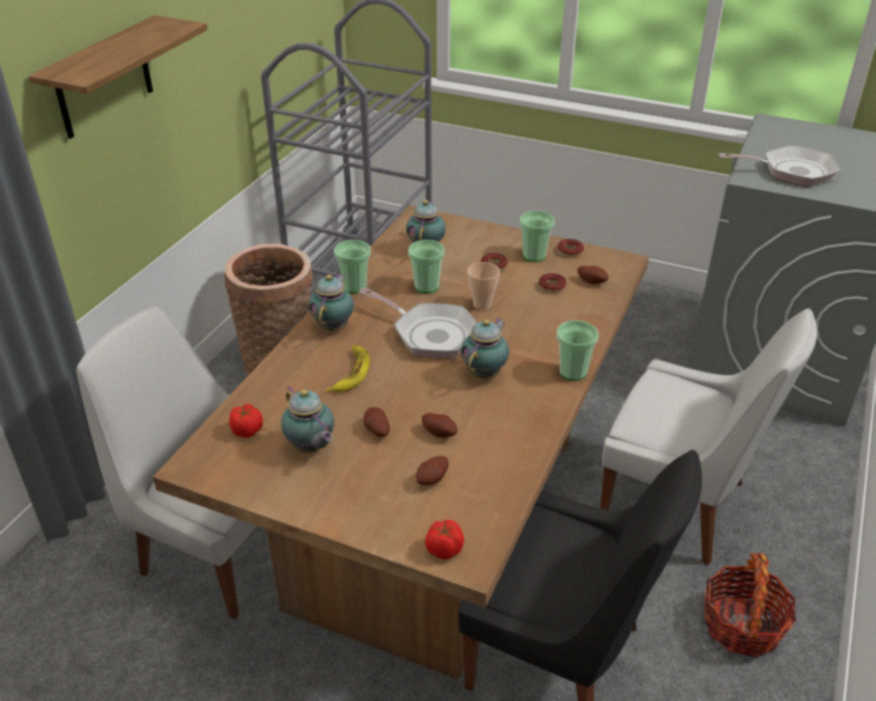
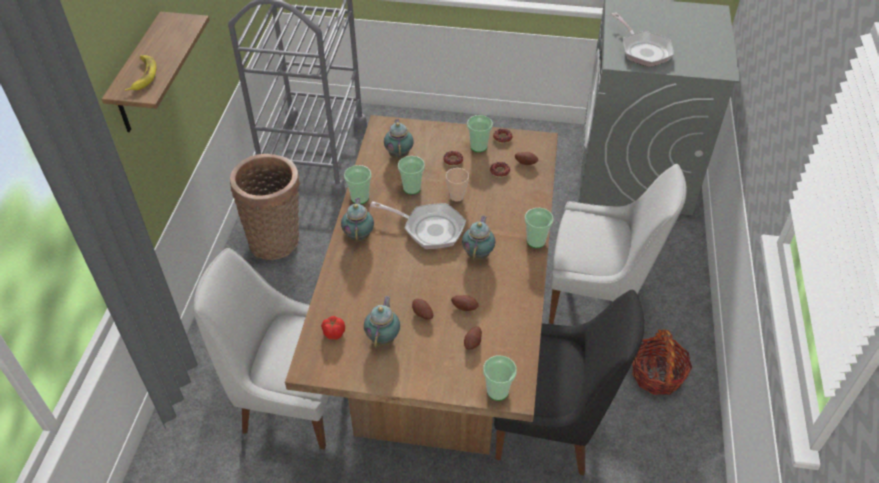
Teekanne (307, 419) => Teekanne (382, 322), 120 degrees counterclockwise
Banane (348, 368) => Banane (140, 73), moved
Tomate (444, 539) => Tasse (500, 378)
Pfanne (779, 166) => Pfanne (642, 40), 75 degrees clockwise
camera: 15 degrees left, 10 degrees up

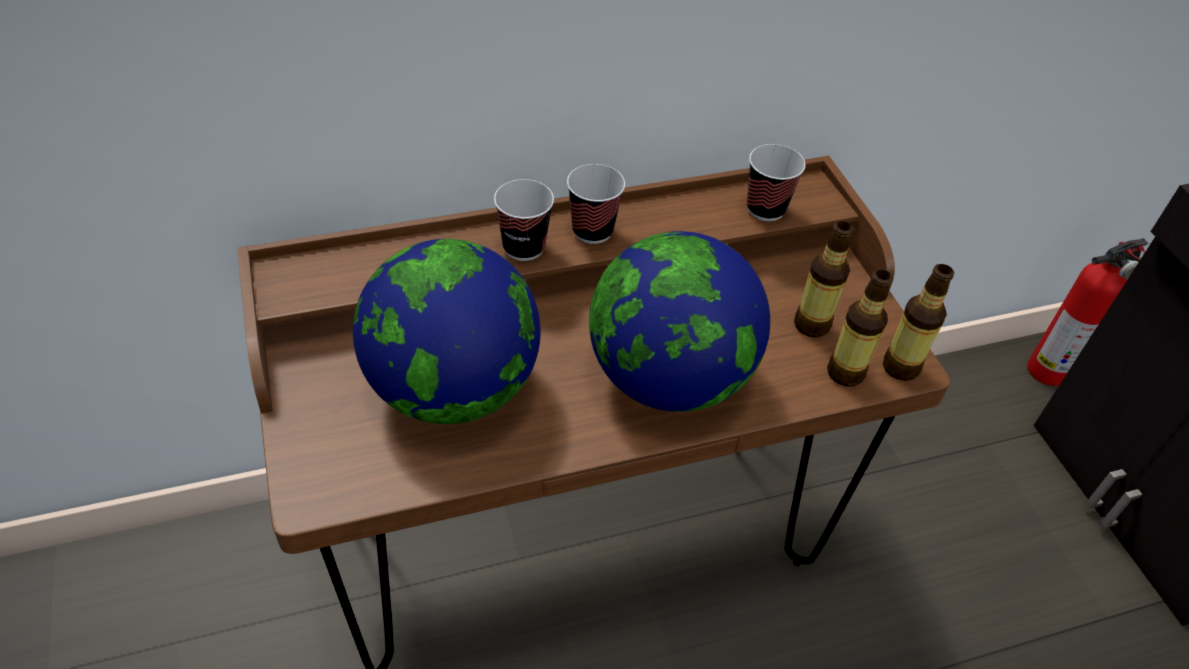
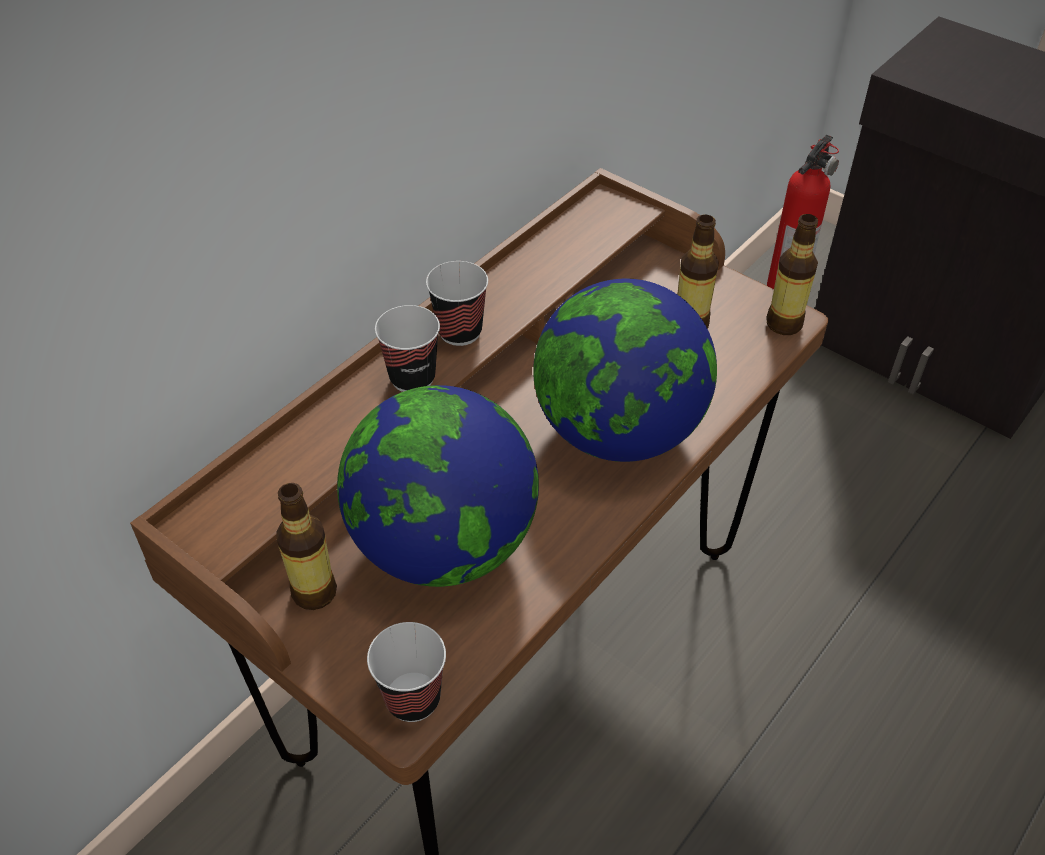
Tasse (776, 182) => Tasse (406, 672), moved
Flasche (860, 328) => Flasche (306, 546), moved
camera: 30 degrees left, 0 degrees up

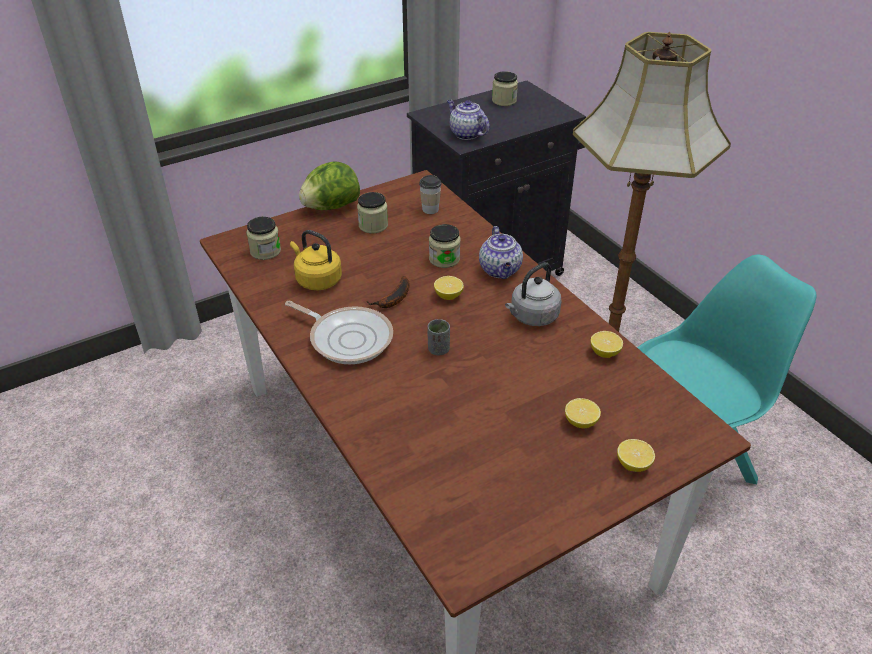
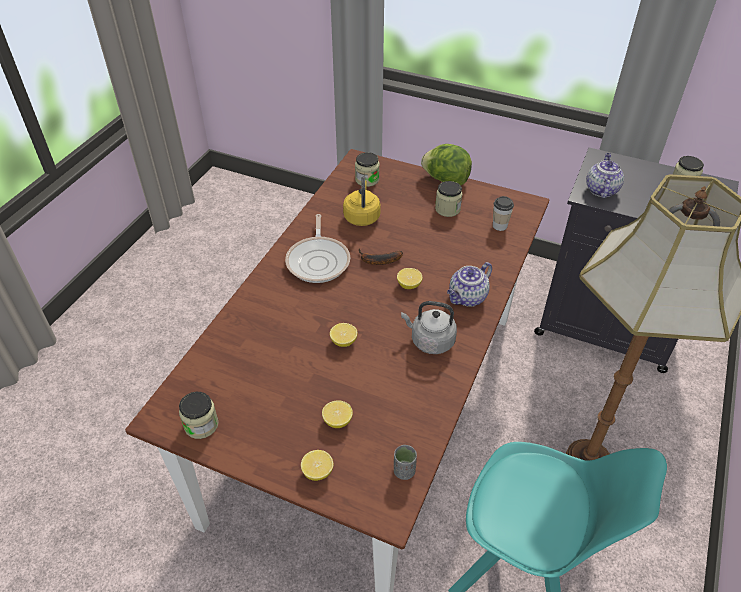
Tasse/grau (438, 337) => Tasse/grau (405, 462), moved
Vorratsglas (444, 246) => Vorratsglas (199, 415), moved
Zitrone (607, 344) => Zitrone (343, 335), moved
camera: 55 degrees right, 5 degrees up

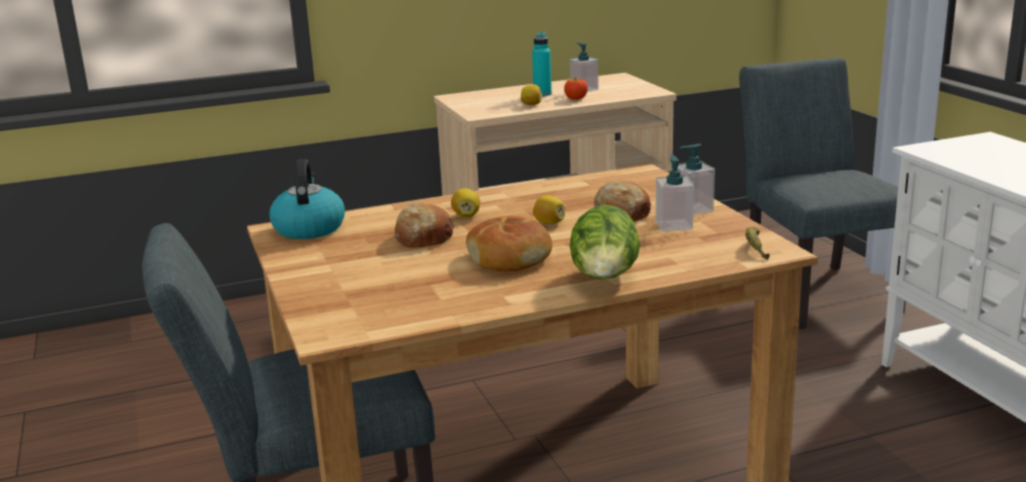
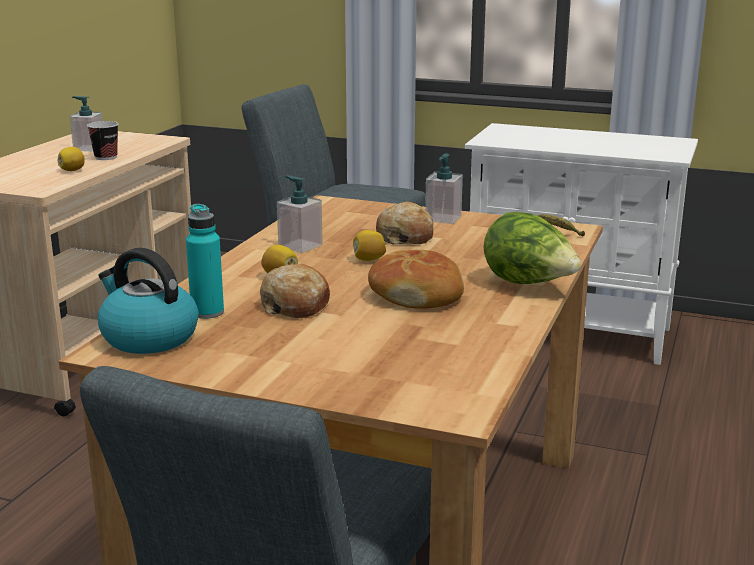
Flasche/türkis (542, 64) => Flasche/türkis (205, 261), moved
Tomate (576, 88) => Tasse (102, 140)
Seifenspender (675, 193) => Seifenspender (300, 214), moved
camera: 50 degrees left, 0 degrees up

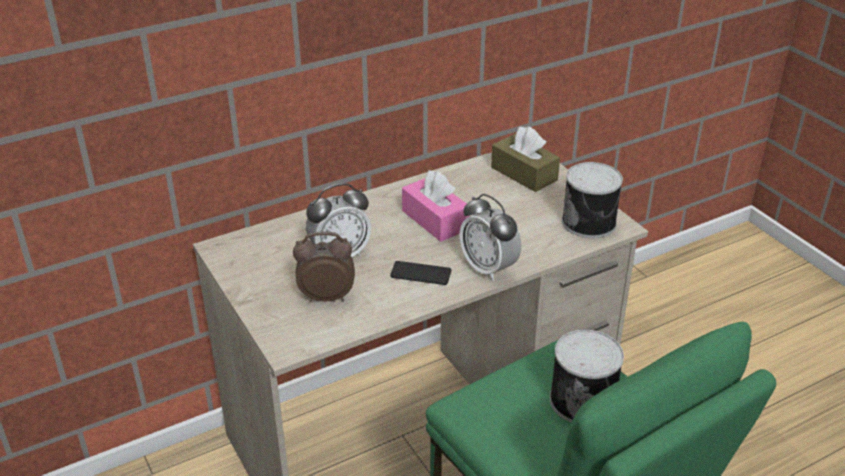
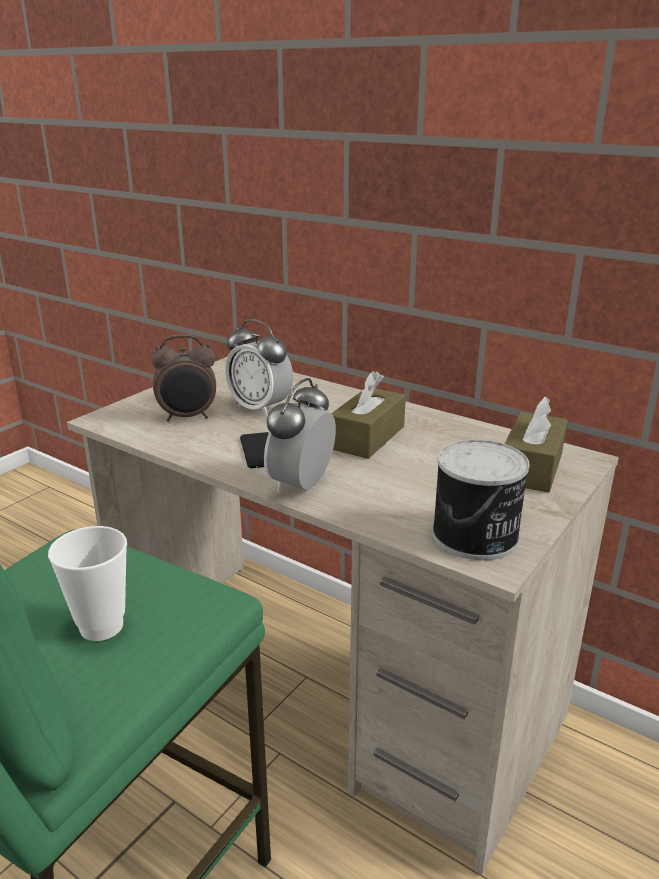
Wecker (324, 266) => Wecker (184, 378), 105 degrees clockwise
Taschentuchbox/rosa (435, 206) => Taschentuchbox/braun (368, 415)
Dose (587, 376) => Tasse (87, 583)
camera: 65 degrees right, 10 degrees down

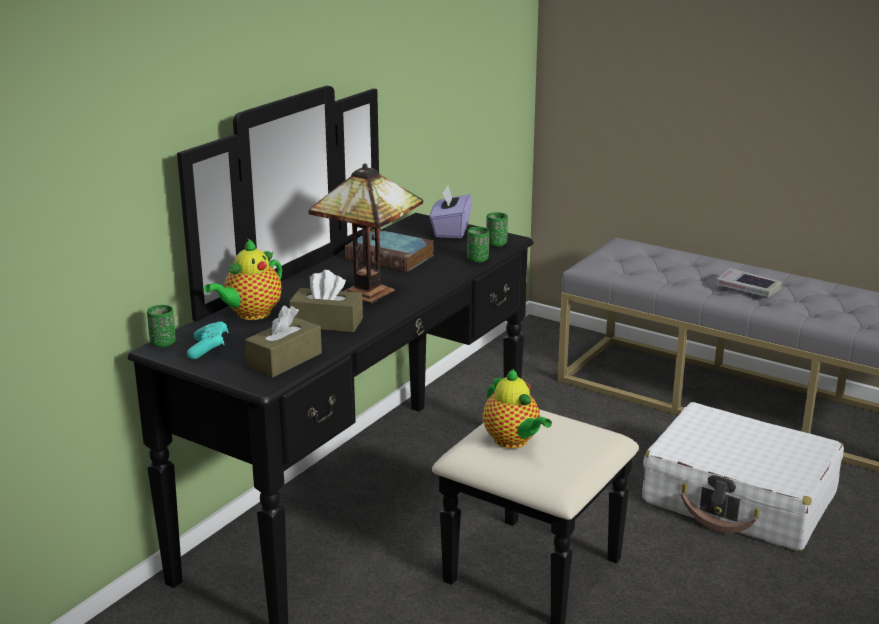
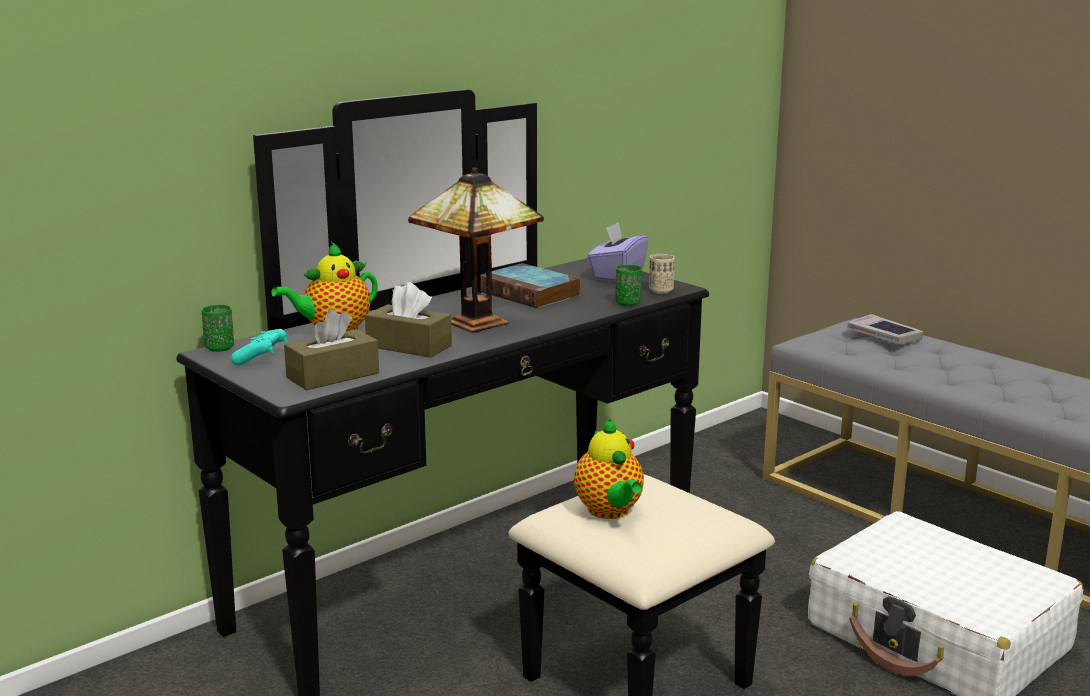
Tasse/grün (497, 229) => Tasse/beige (662, 274)
Buch (749, 282) => Buch (885, 329), moved
camera: 15 degrees right, 5 degrees down

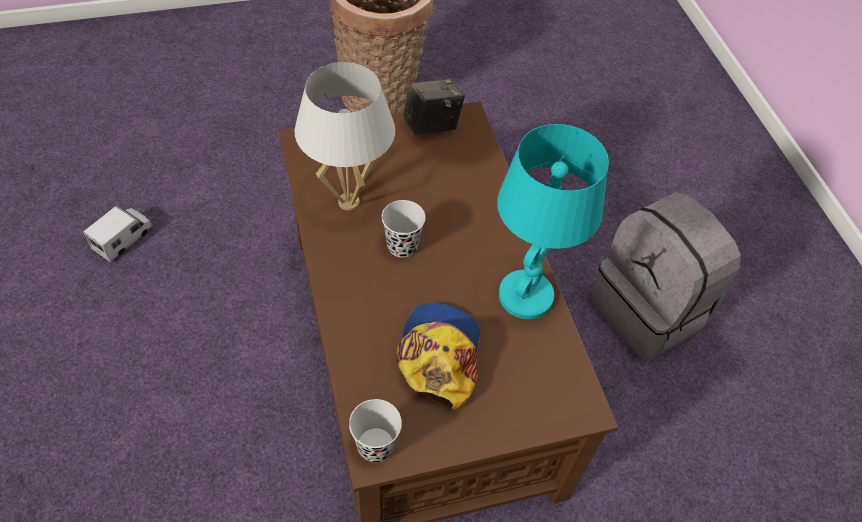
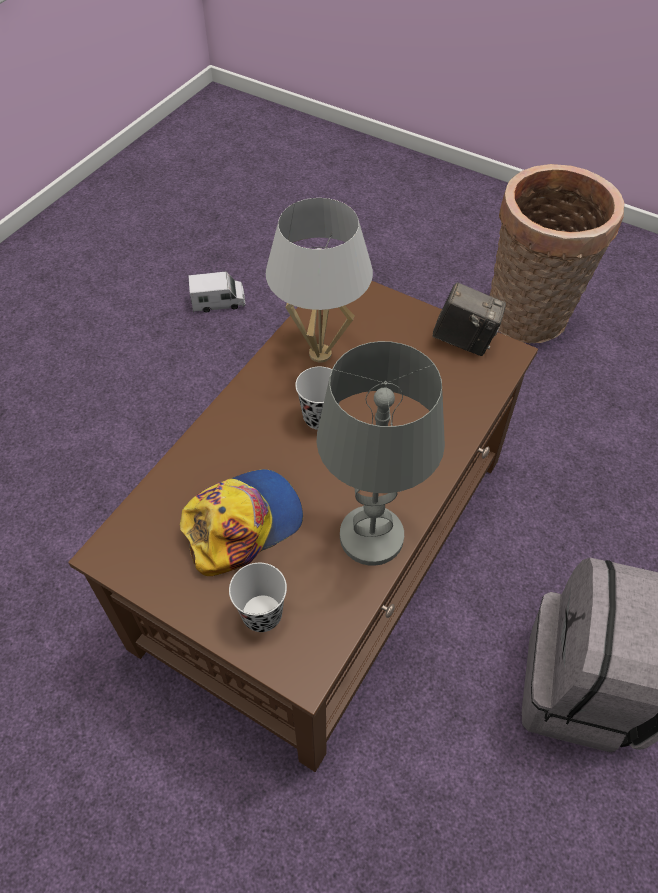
Tasse/schwarz (375, 430) => Tasse/schwarz (258, 597), moved
Tischlampe/türkis (553, 221) => Tischlampe/grau (380, 453)
camera: 50 degrees right, 0 degrees up

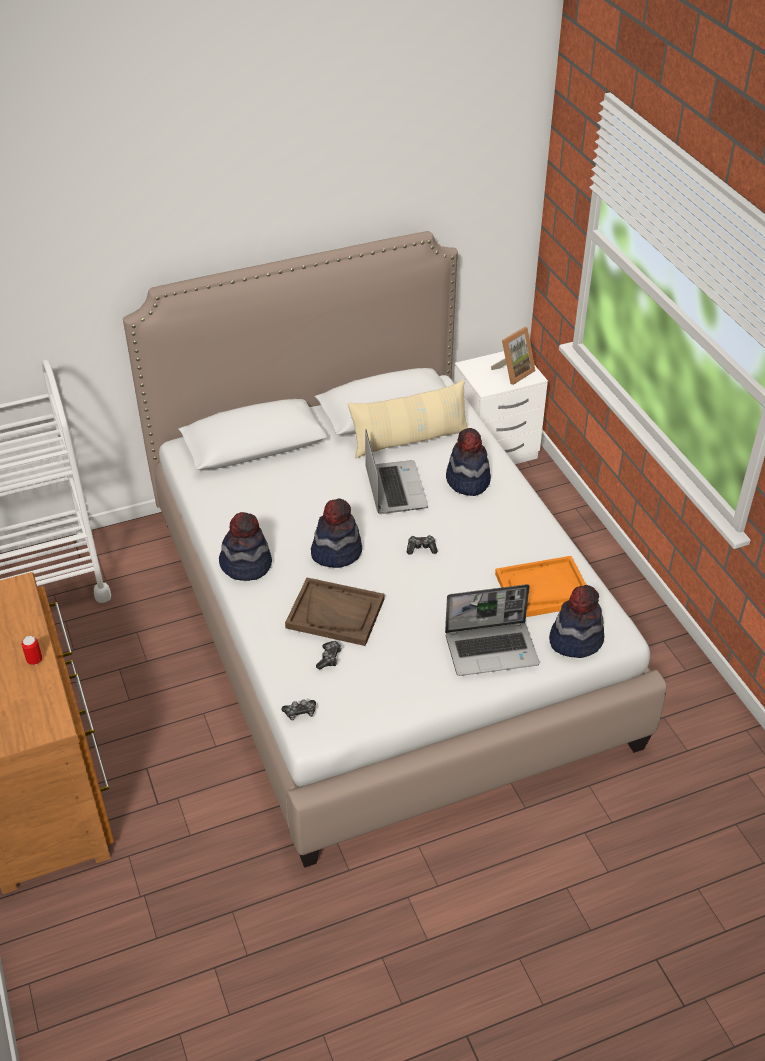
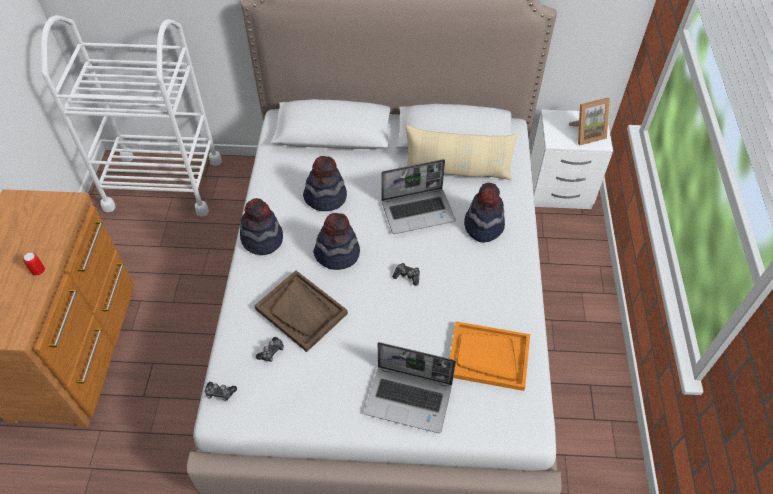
Laptop (396, 472) => Laptop (418, 196), 60 degrees clockwise
Hut (576, 621) => Hut (325, 183), moved
camera: 25 degrees right, 10 degrees up

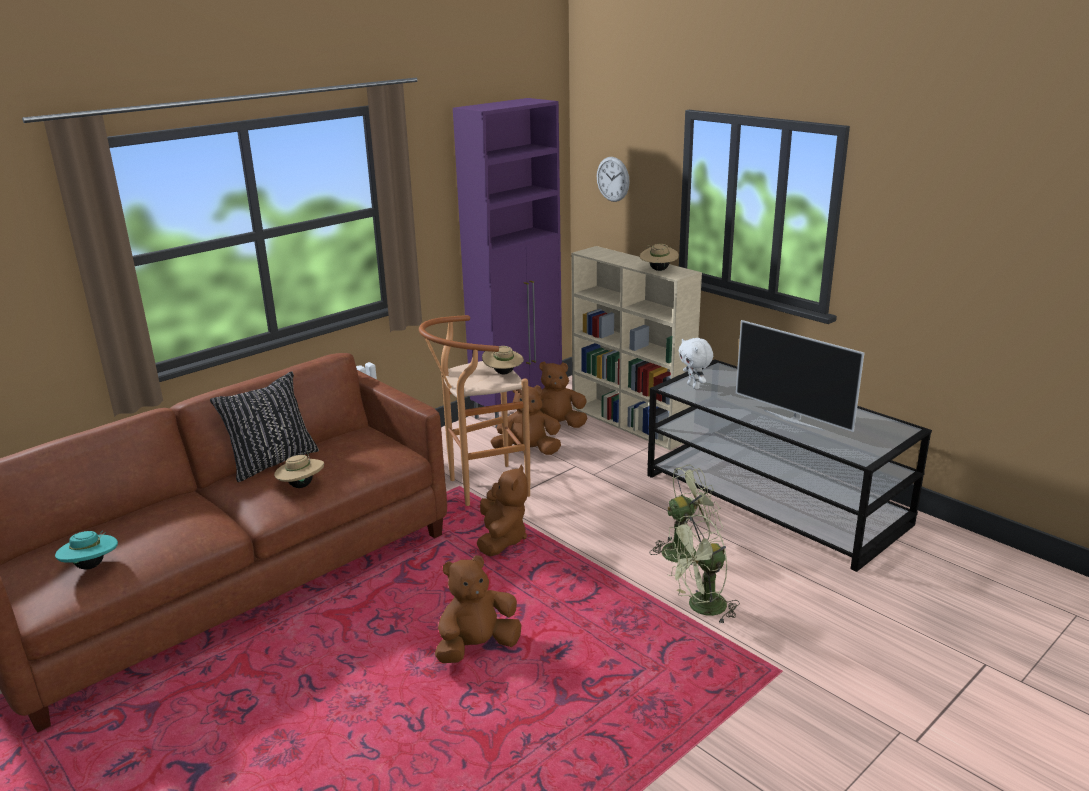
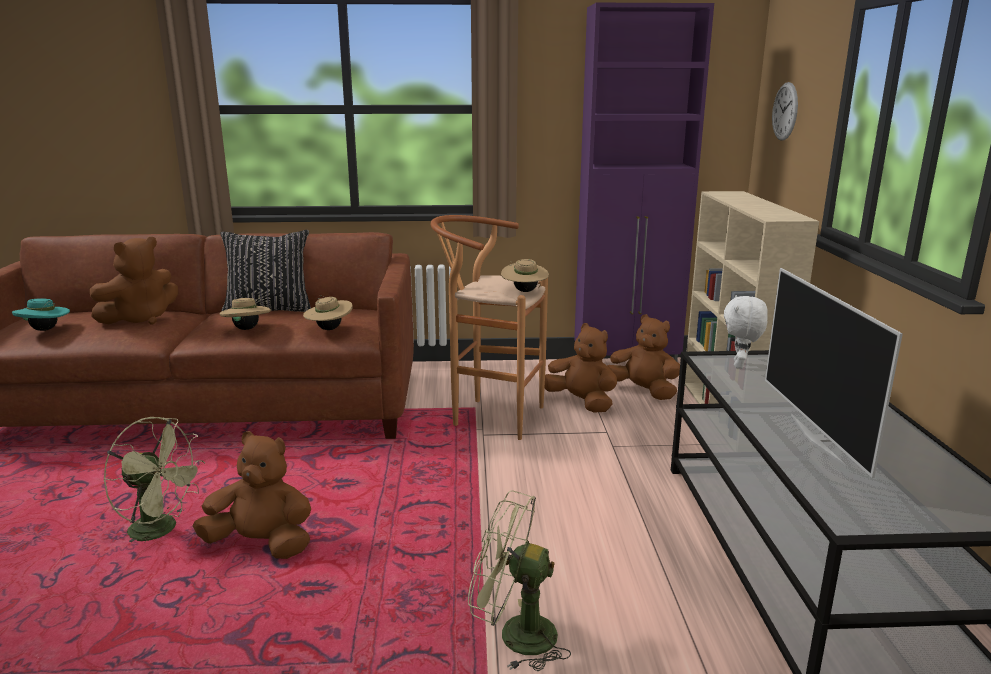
Plüschtier/braun (502, 511) => Plüschtier/braun (134, 280), moved
Hut/beige (659, 257) => Hut/beige (328, 312), moved
Ventilator/grün (687, 514) => Ventilator/grün (154, 479), moved
camera: 40 degrees right, 5 degrees down

